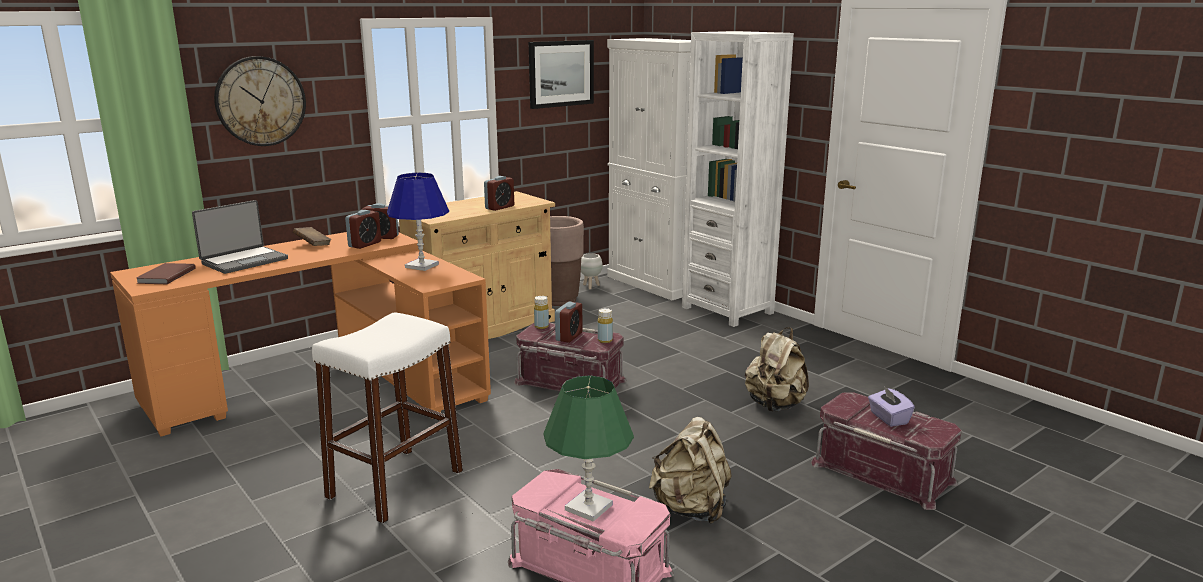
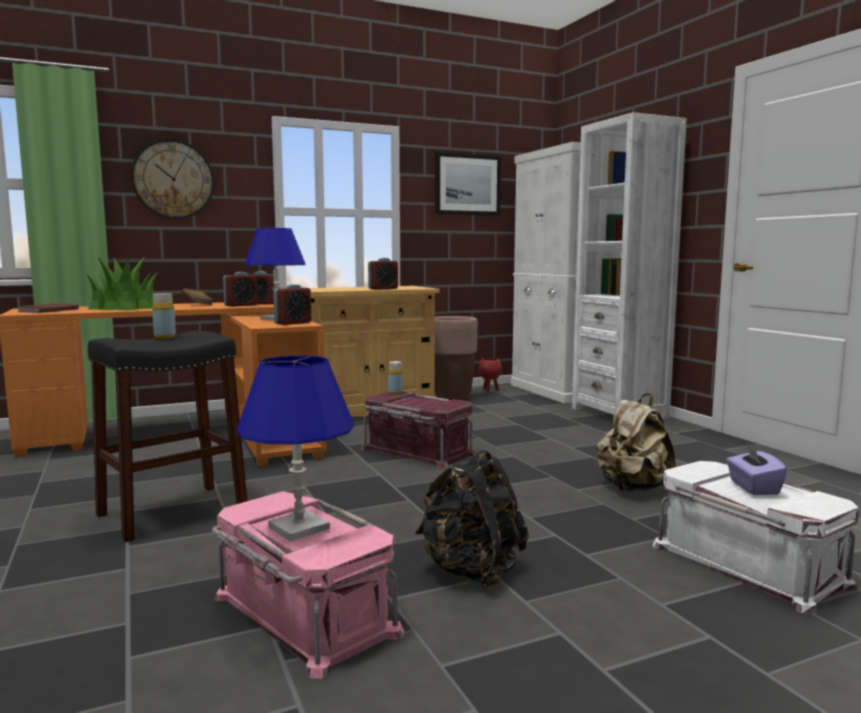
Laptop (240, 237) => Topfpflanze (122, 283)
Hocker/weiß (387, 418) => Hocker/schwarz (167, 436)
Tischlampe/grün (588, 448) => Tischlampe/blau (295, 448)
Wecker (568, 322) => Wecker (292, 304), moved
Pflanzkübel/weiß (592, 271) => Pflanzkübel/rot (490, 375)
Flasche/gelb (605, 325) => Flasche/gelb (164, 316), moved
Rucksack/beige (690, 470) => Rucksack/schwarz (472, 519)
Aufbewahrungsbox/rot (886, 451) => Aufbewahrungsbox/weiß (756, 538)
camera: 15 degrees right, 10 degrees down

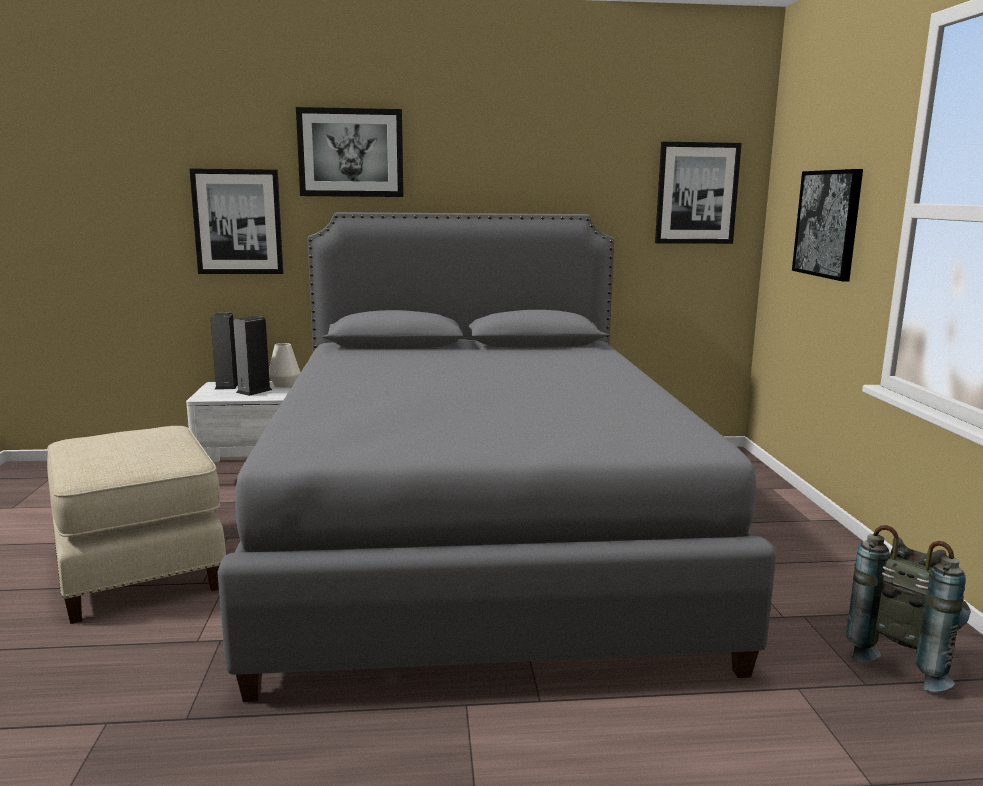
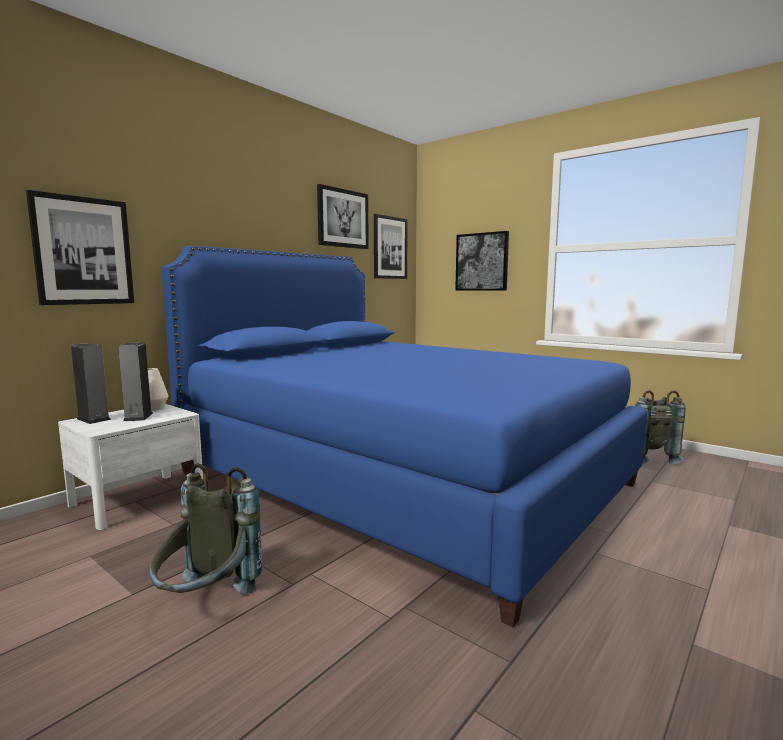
Polsterhocker/beige (136, 525) => Rucksack/grau (205, 528)
Bett/grau (496, 457) => Bett/blau (404, 436)
Bild (349, 152) => Bild (343, 216), moved
camera: 45 degrees left, 5 degrees down

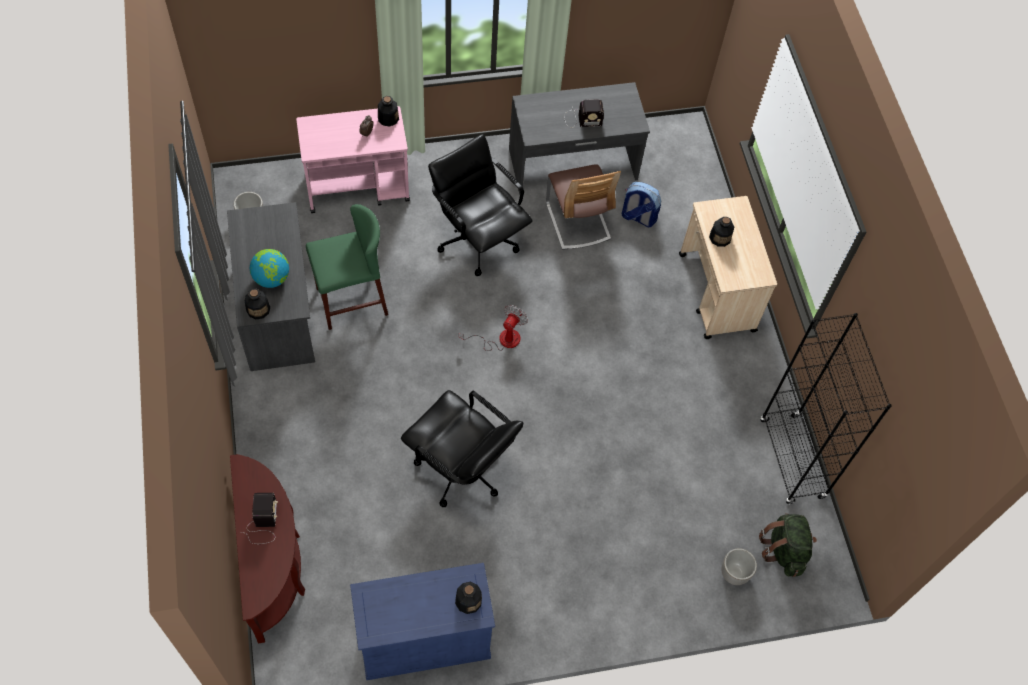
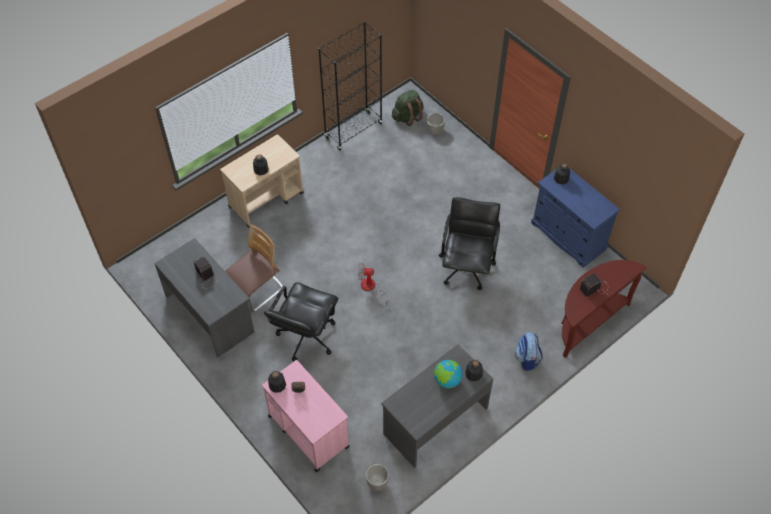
Hocker/grün (347, 267) => nothing
Rucksack (641, 204) => Rucksack (529, 351), moved
camera: 115 degrees left, 5 degrees down

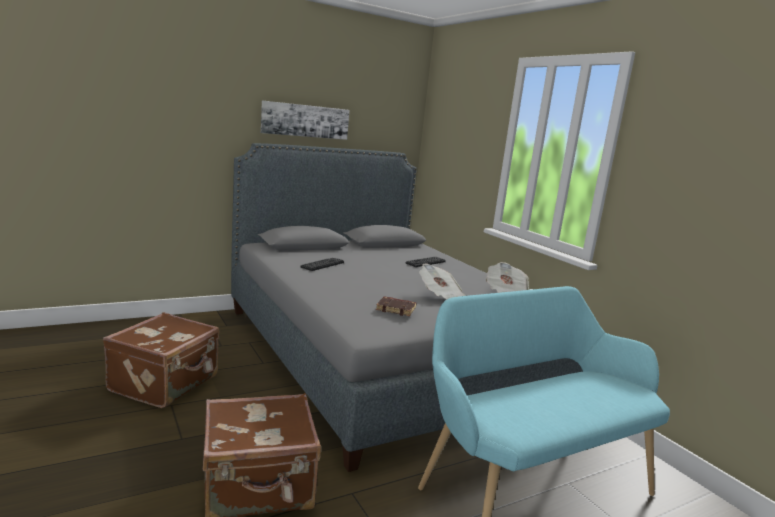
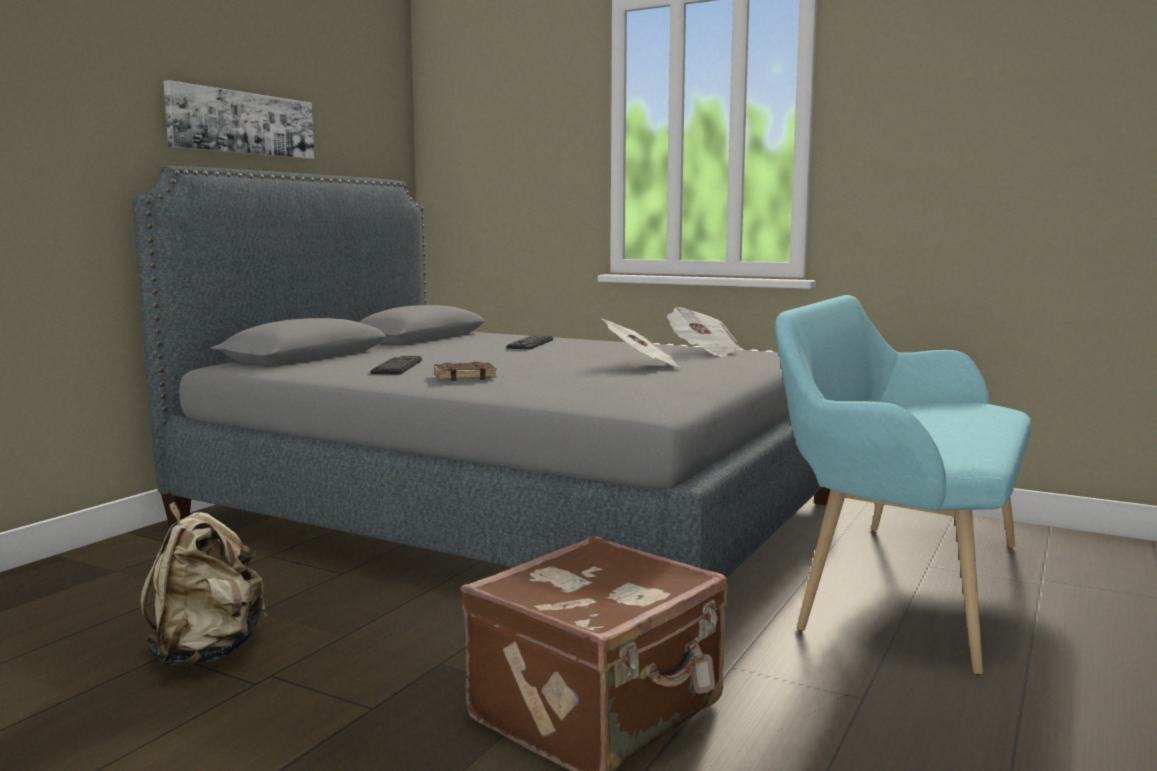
Koffer/braun (161, 360) => Rucksack/beige (203, 584)
Buch/braun (396, 306) => Buch/braun (465, 371), moved
camera: 30 degrees left, 5 degrees down

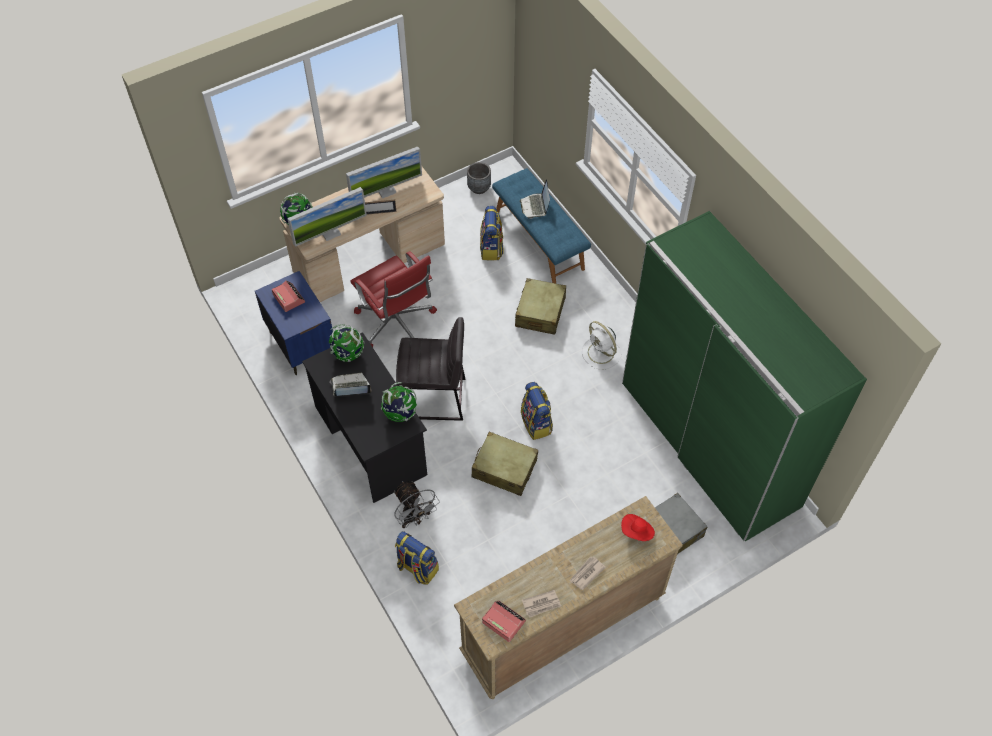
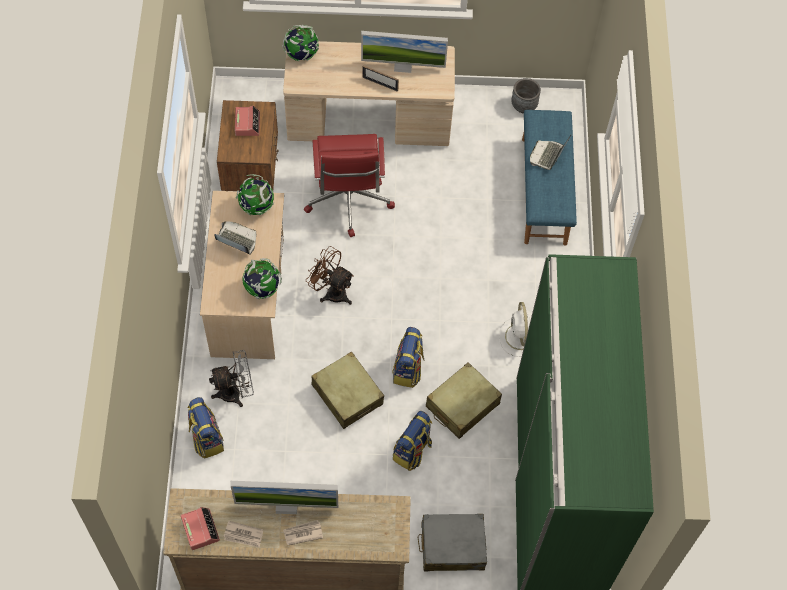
Nachttisch/blau (294, 323) => Nachttisch/braun (248, 145)
Monitor (327, 217) => Monitor (284, 497), moved
Schreibtisch/schwarz (364, 417) => Schreibtisch/beige (242, 275)
Ventilator/grau (417, 504) => Ventilator/grau (231, 378), 105 degrees counterclockwise
Hocker/grau (430, 369) => Ventilator/braun (330, 275)
Rucksack (491, 233) => Rucksack (412, 441), moved
Koffer/beige (540, 306) => Koffer/beige (464, 400), moved
Hut/rot (638, 527) => nothing
camera: 30 degrees right, 5 degrees up

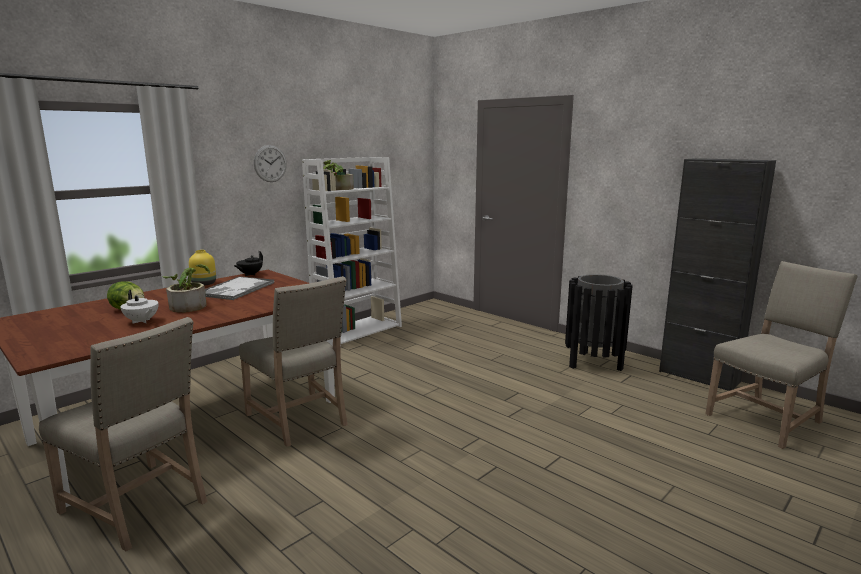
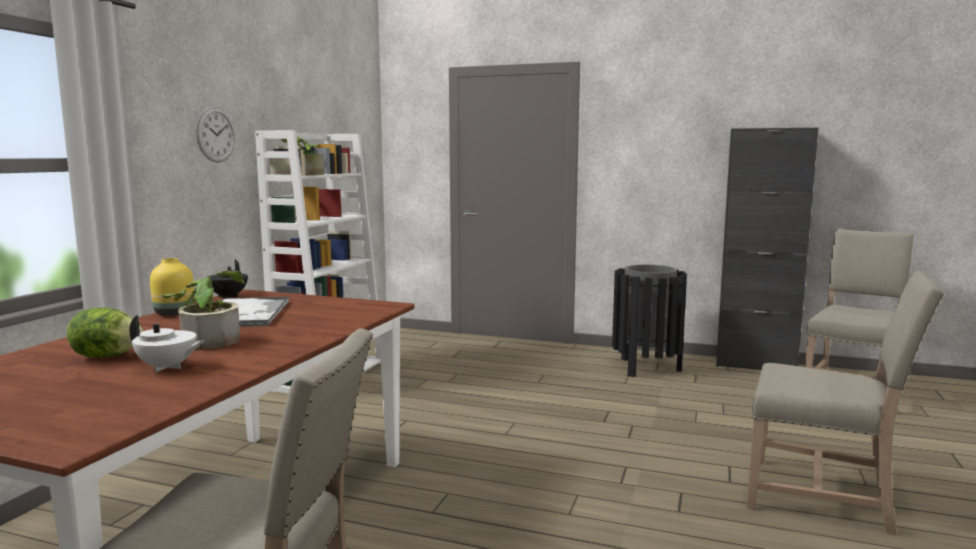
Stuhl/beige (293, 361) => Stuhl/beige (845, 403), moved
camera: 25 degrees left, 5 degrees down

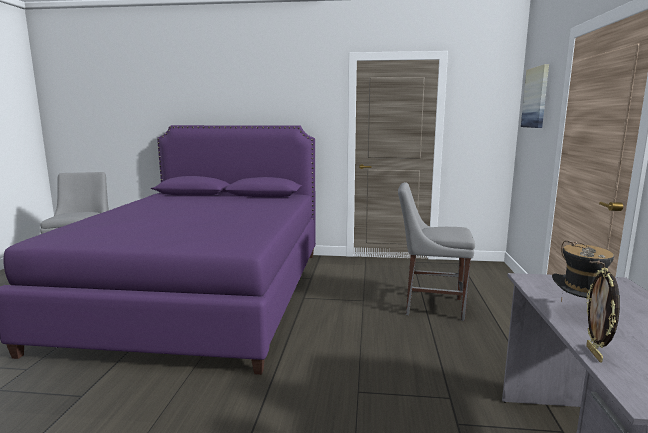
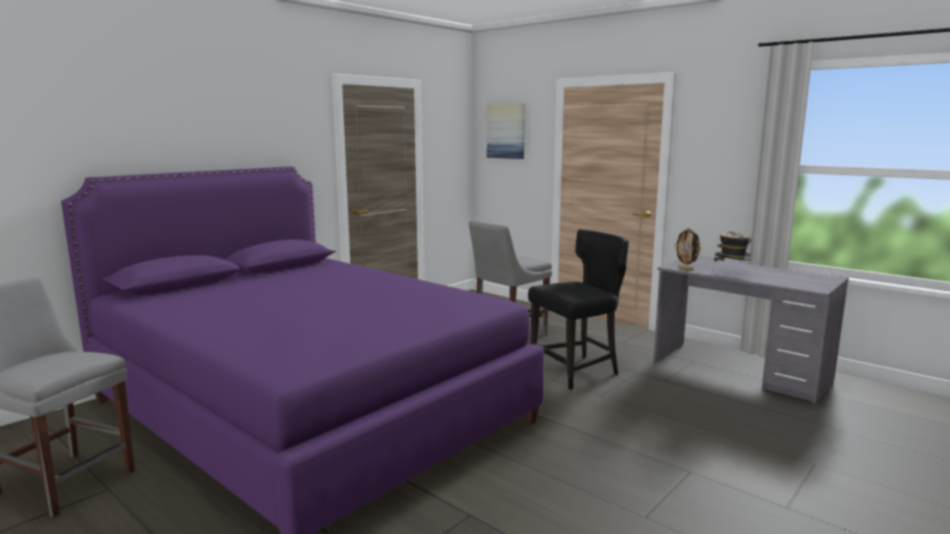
Bilderrahmen (603, 314) => Bilderrahmen (687, 249), moved
nothing => Stuhl/schwarz (578, 309)
camera: 55 degrees left, 0 degrees up

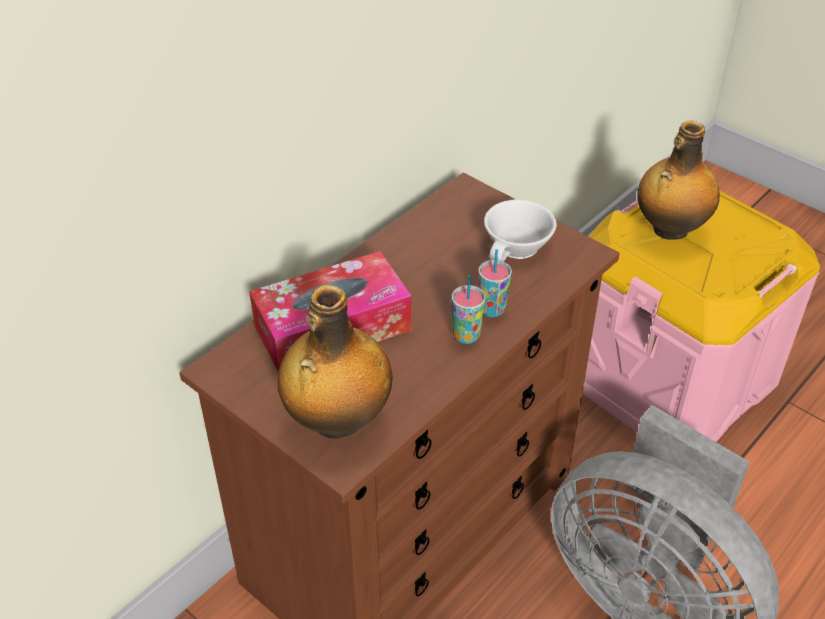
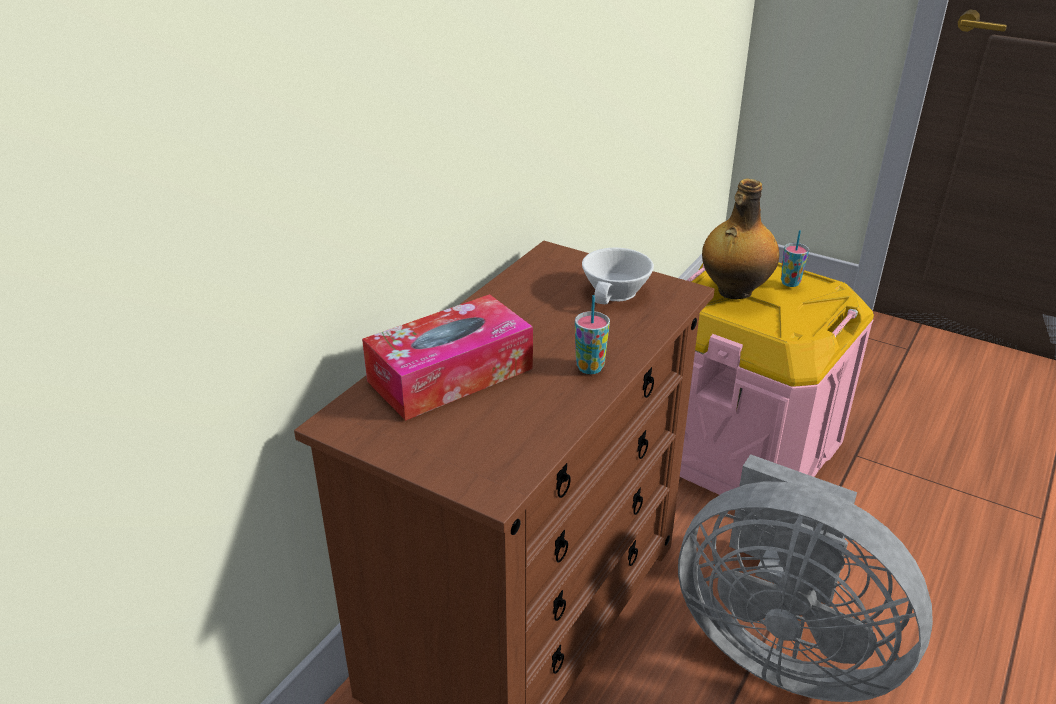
Flasche (335, 361) => nothing
Tasse (495, 283) => Tasse (795, 258), moved
camera: 10 degrees left, 10 degrees down

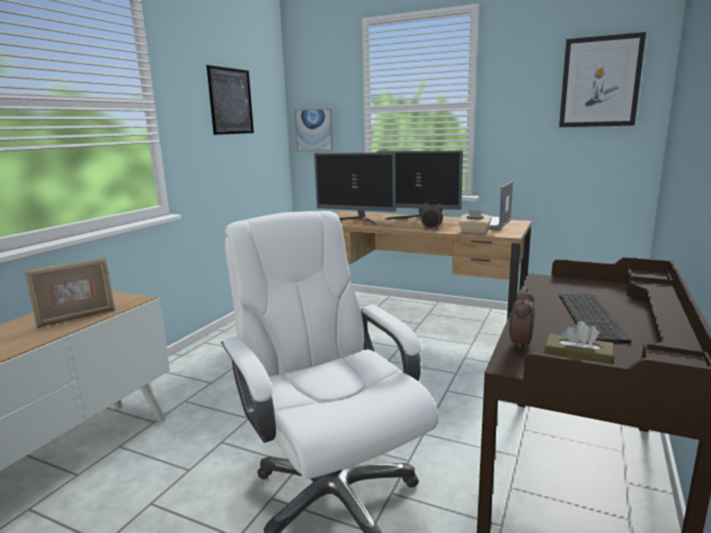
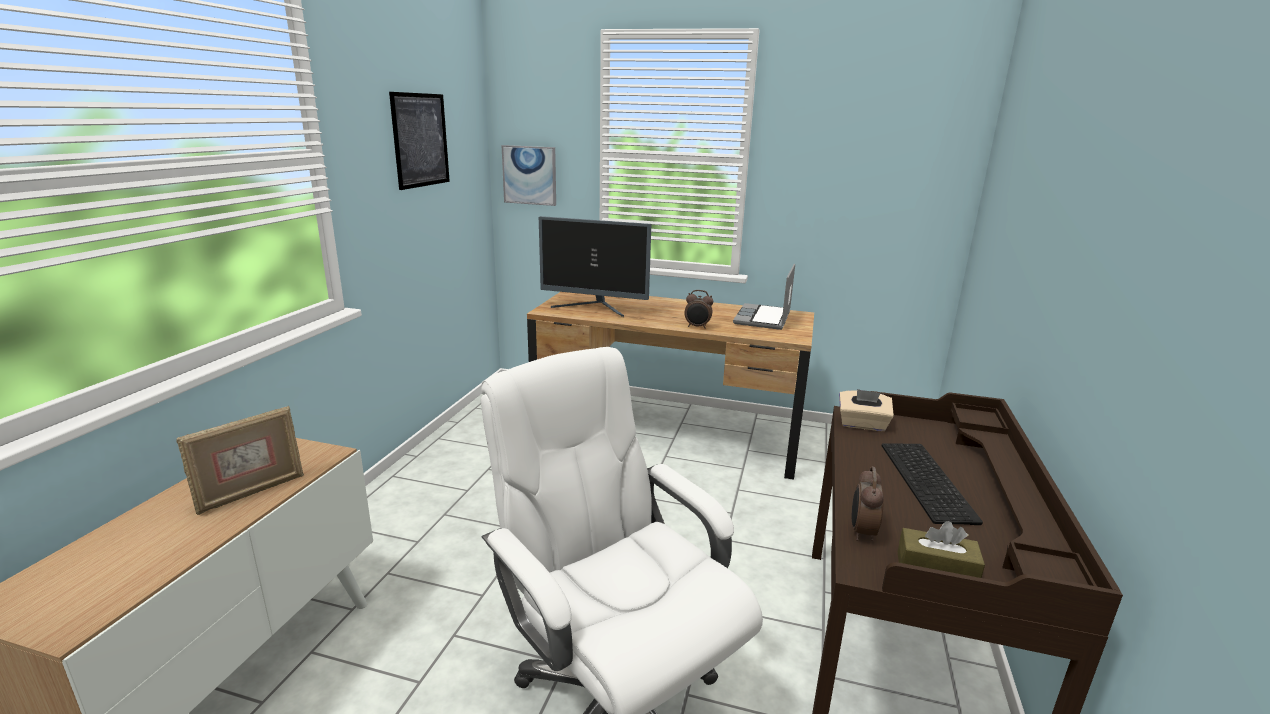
Monitor (419, 185) => nothing
Taschentuchbox/beige (475, 222) => Taschentuchbox/beige (866, 410), moved
Bild (602, 79) => nothing
camera: 10 degrees left, 5 degrees up

